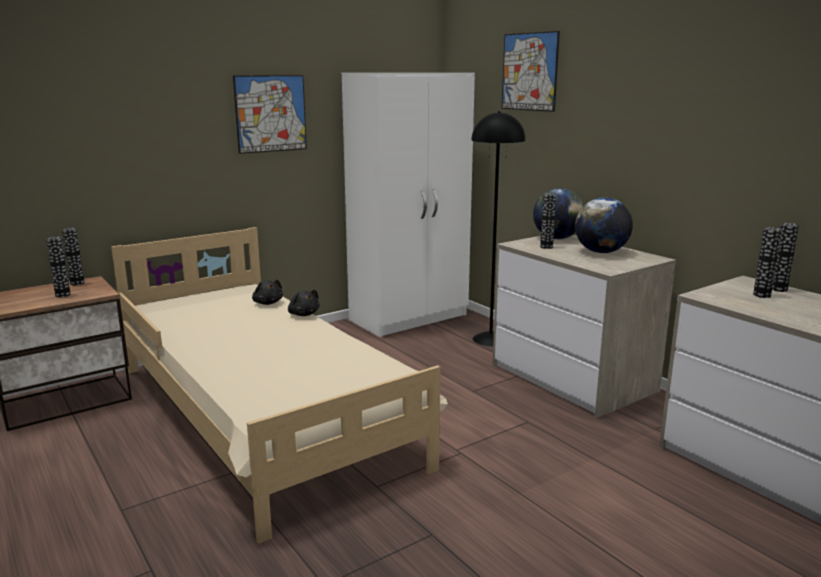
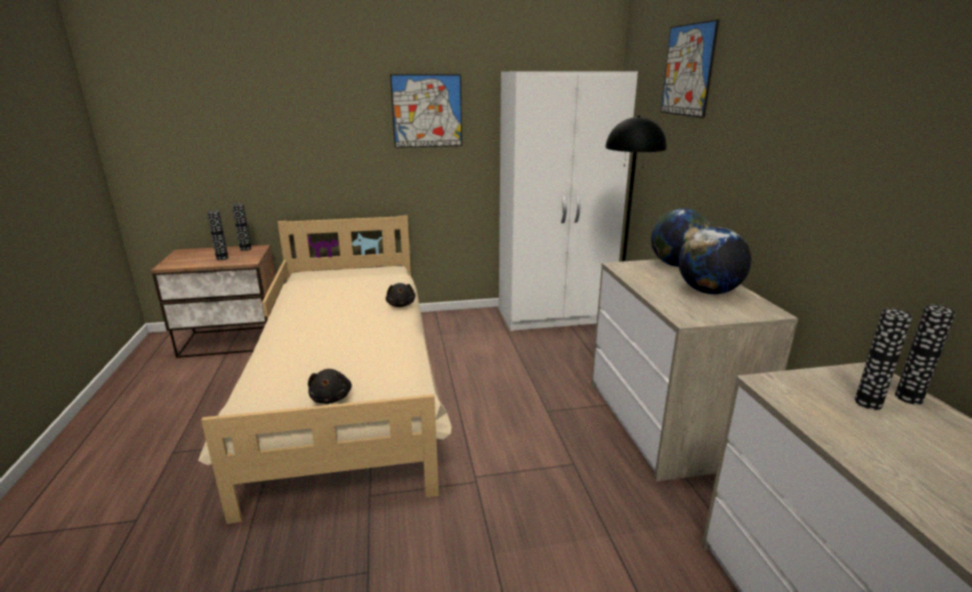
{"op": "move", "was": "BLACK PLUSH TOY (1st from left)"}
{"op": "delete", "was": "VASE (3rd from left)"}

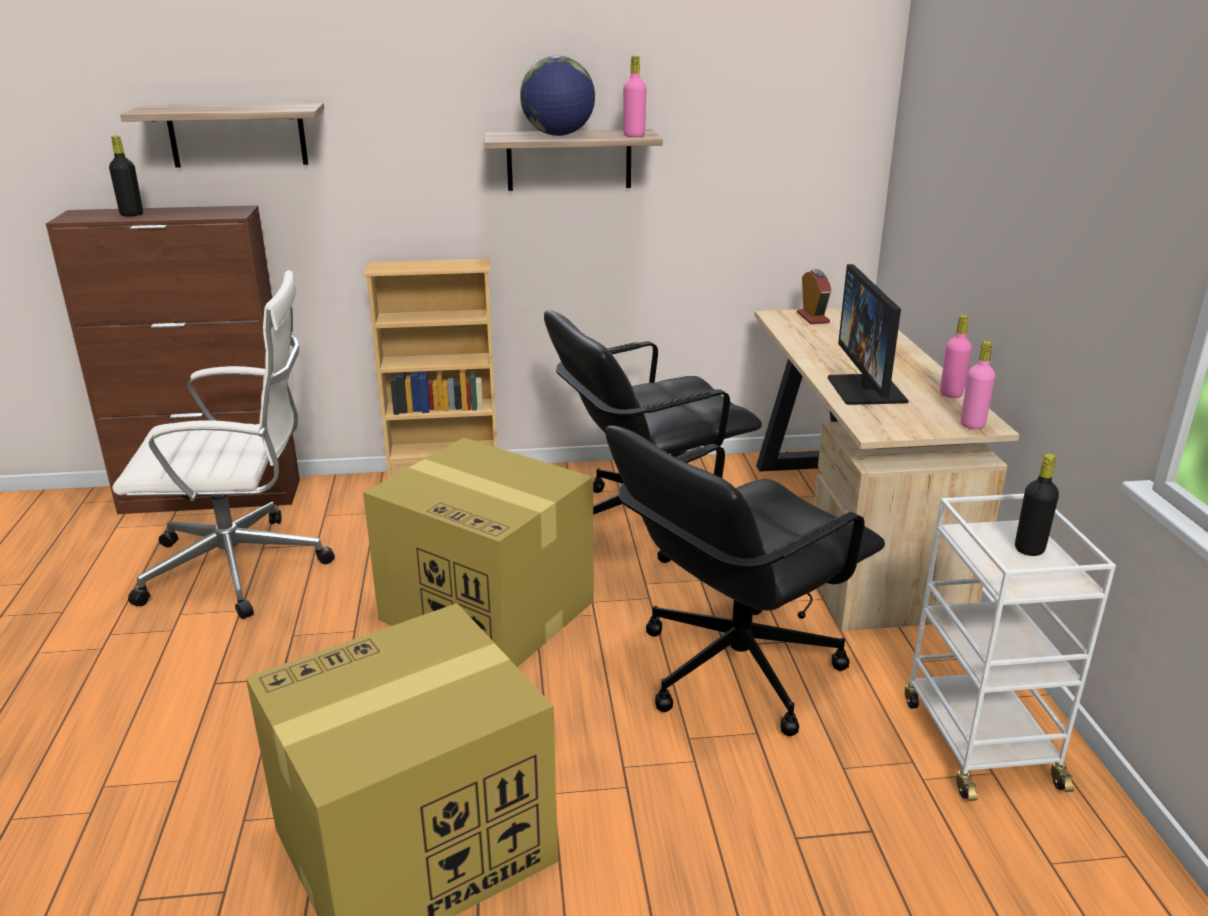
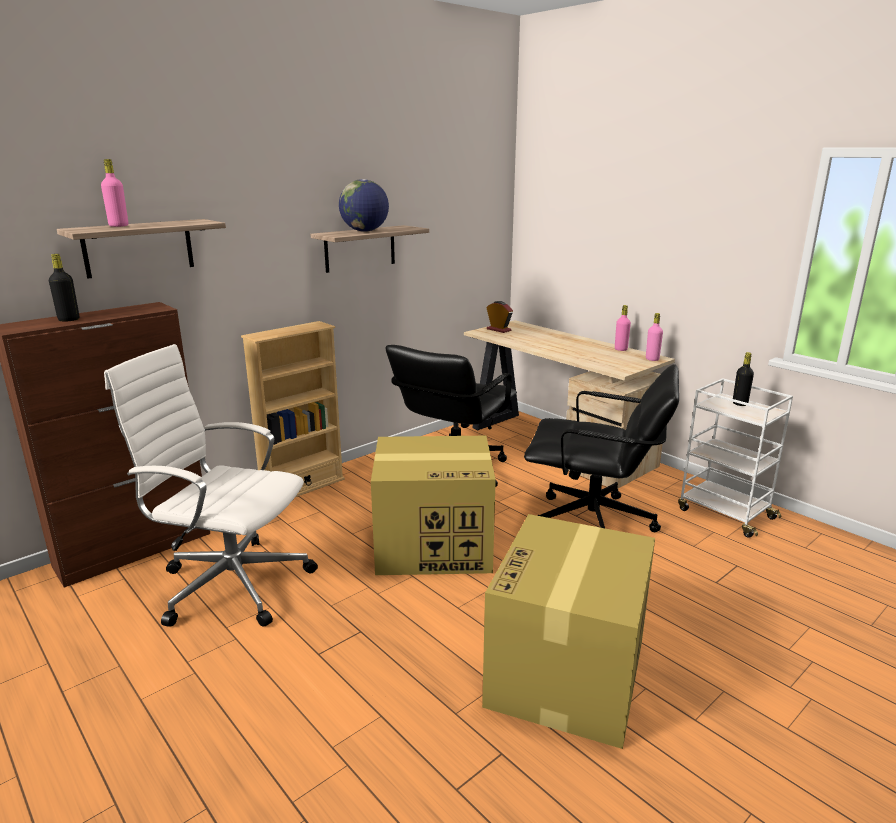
{"op": "rotate", "was": "WHITE OFFICE CHAIR", "clockwise": -120}
{"op": "rotate", "was": "BLACK OFFICE CHAIR (2nd from left)", "clockwise": -90}
{"op": "move", "was": "PINK BOTTLE (1st from left)"}
{"op": "delete", "was": "MONITOR"}

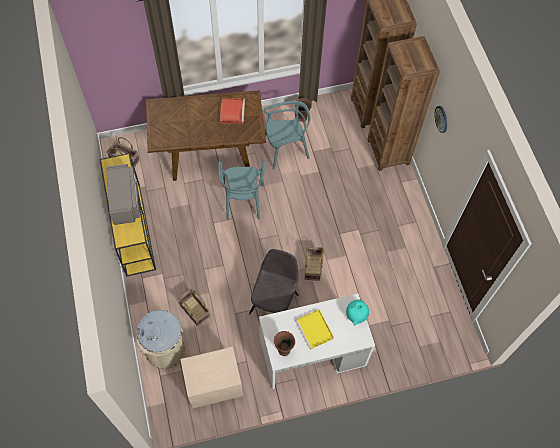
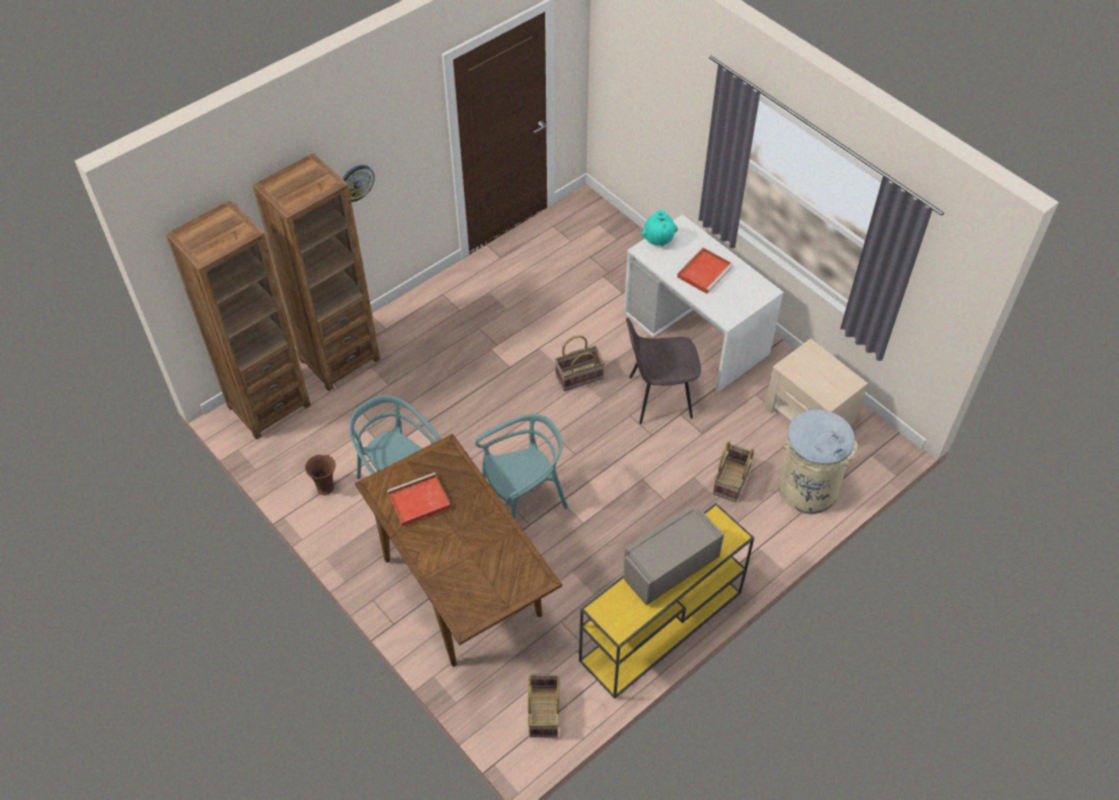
{"op": "delete", "was": "BROWN VASE (1st from left)"}
{"op": "recolor", "was": "YELLOW TRAY", "now": "RED TRAY (2nd from left)"}

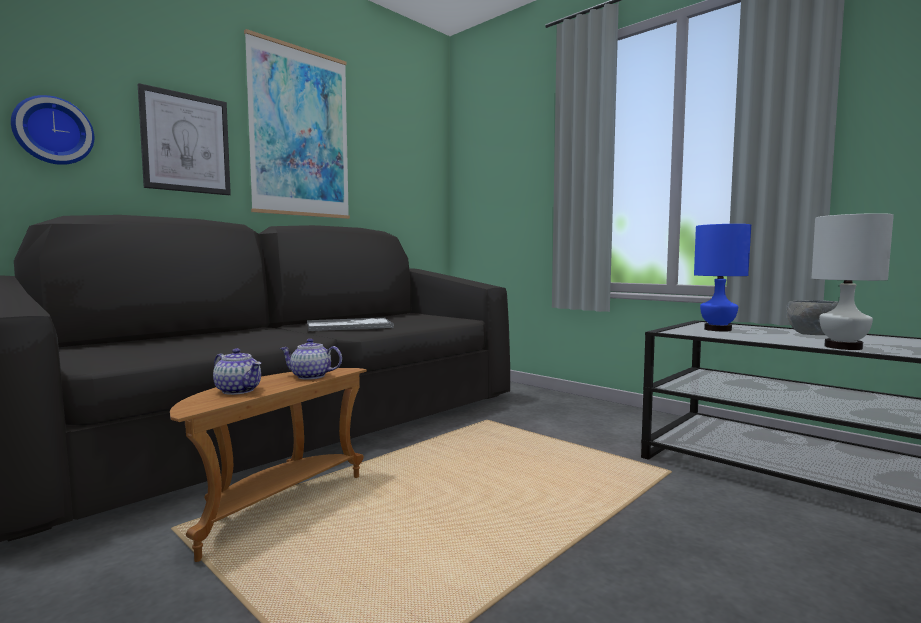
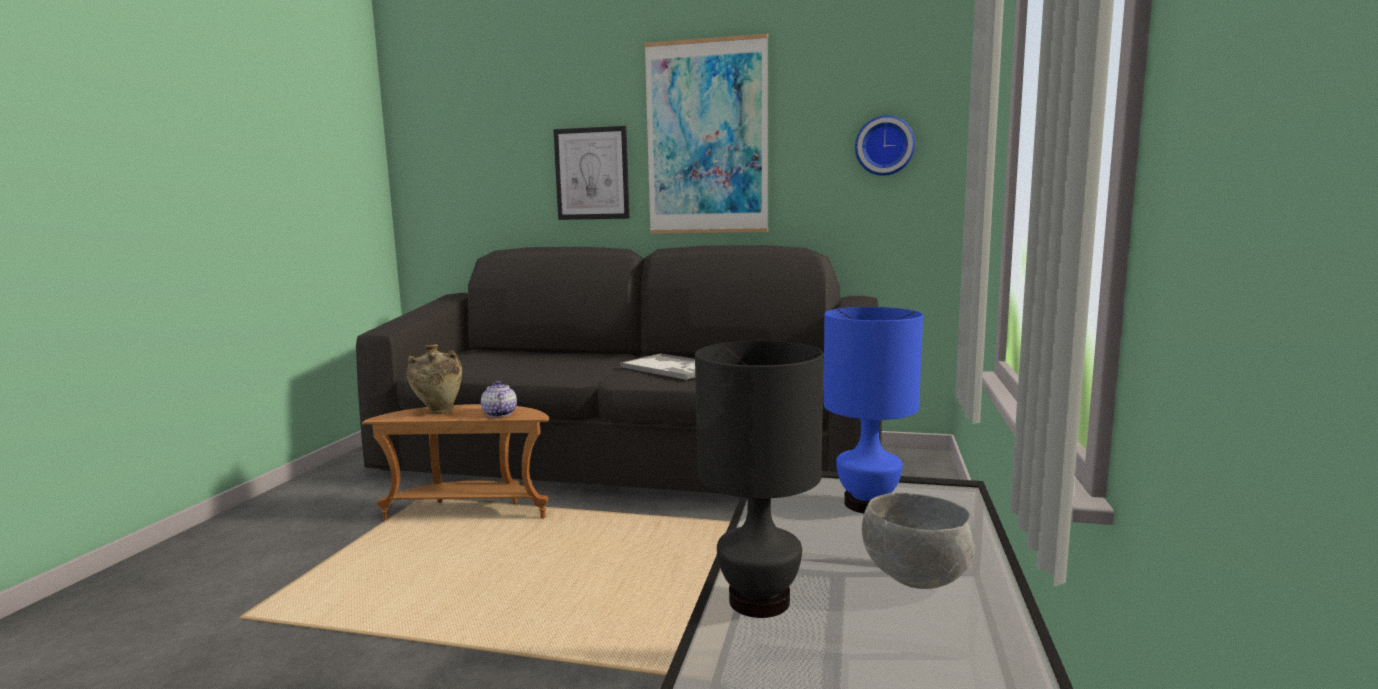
{"op": "move", "was": "WALL CLOCK"}
{"op": "replace", "was": "TEAPOT (1st from left)", "now": "BEIGE VASE"}
{"op": "recolor", "was": "WHITE TABLE LAMP", "now": "BLACK TABLE LAMP"}

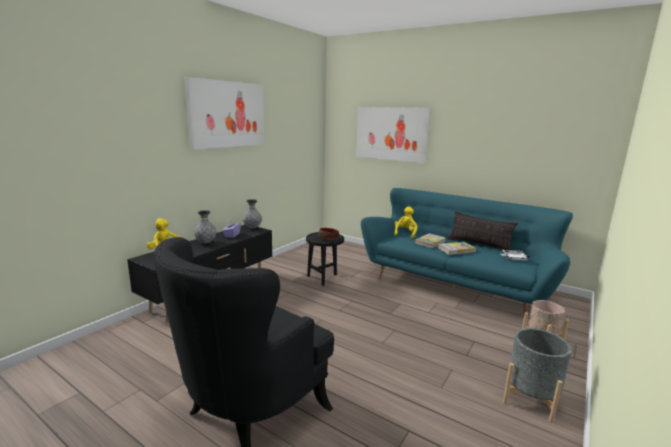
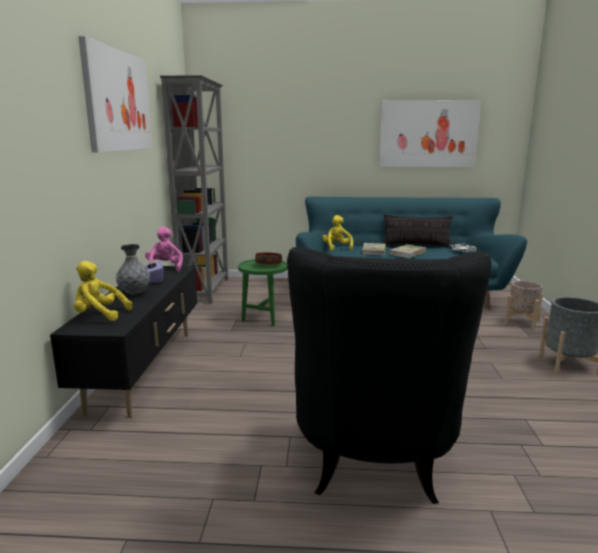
{"op": "replace", "was": "GREY VASE (2nd from left)", "now": "PINK PLUSH TOY"}
{"op": "recolor", "was": "BLACK SIDE TABLE", "now": "GREEN SIDE TABLE"}
{"op": "move", "was": "PICTURE (2nd from left)"}
{"op": "insert", "now": "GREY BOOKCASE"}

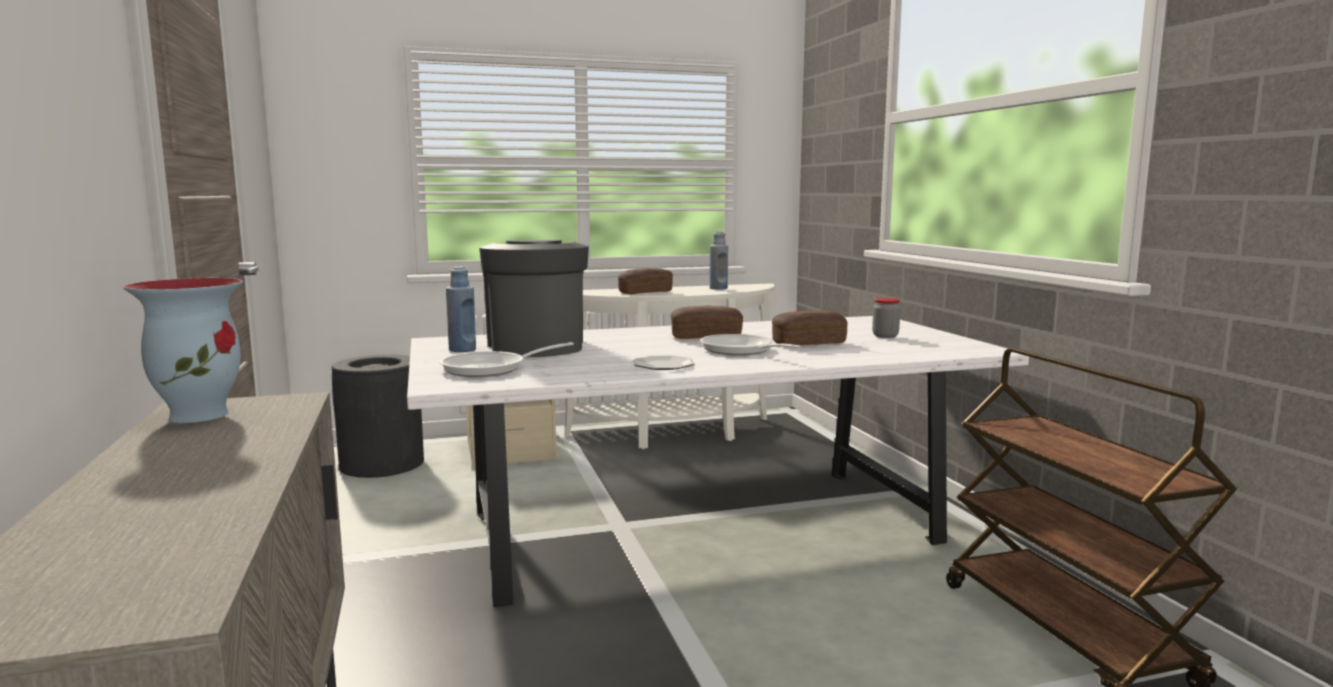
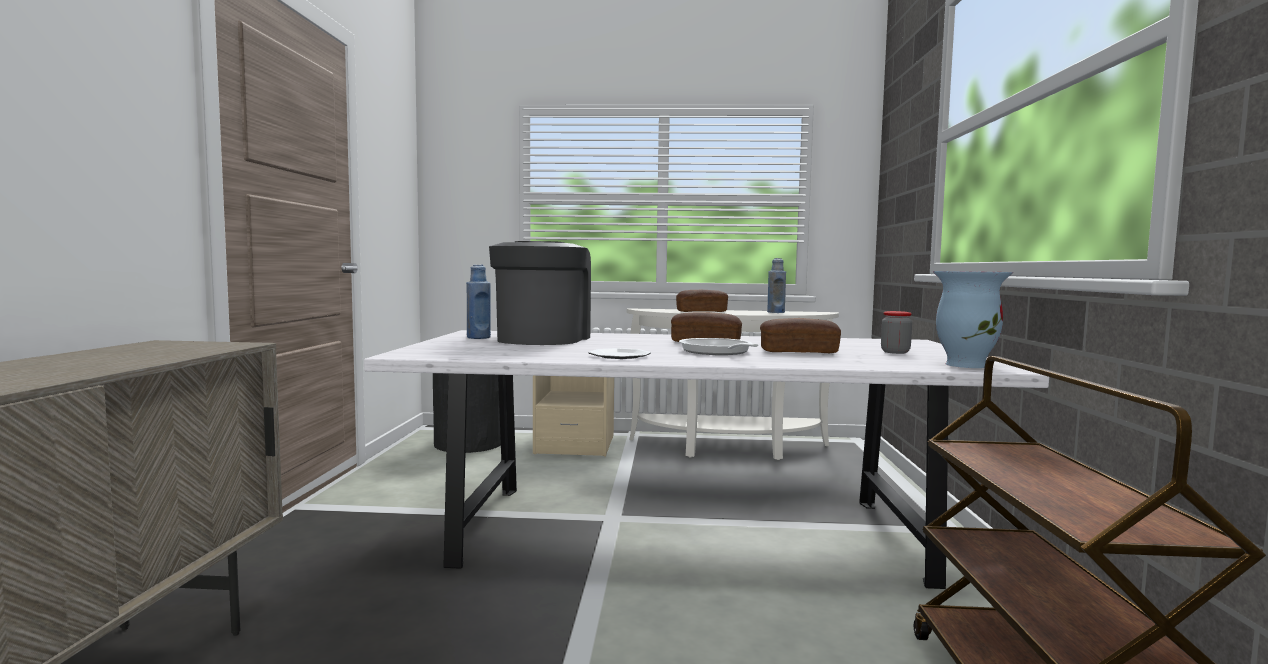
{"op": "move", "was": "VASE"}
{"op": "delete", "was": "FRYING PAN (1st from left)"}

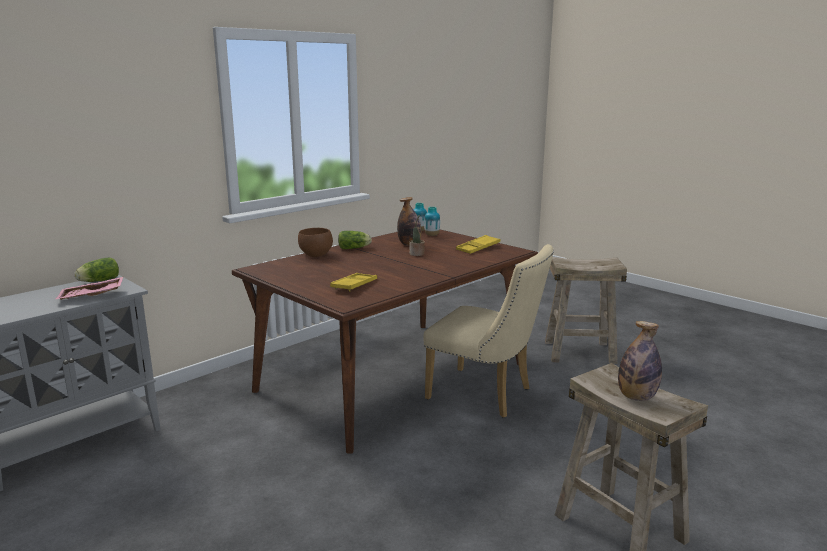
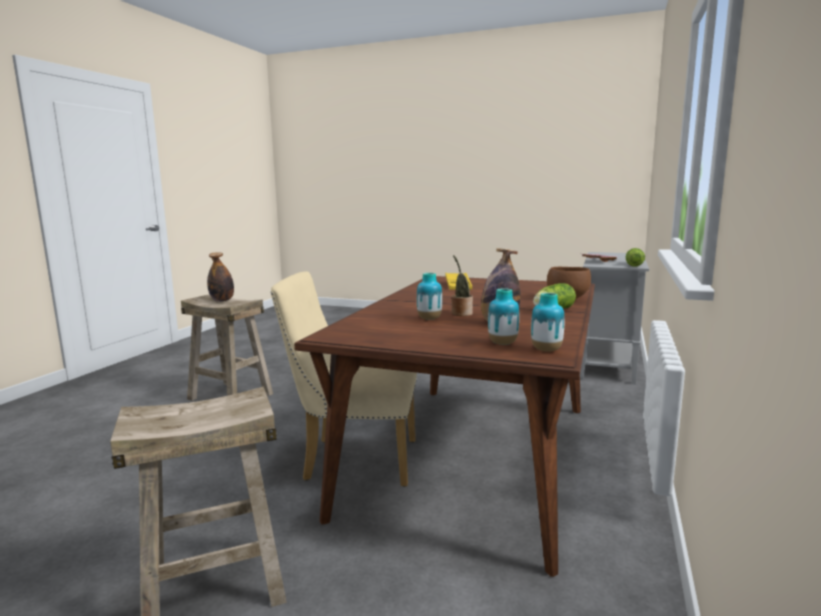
{"op": "delete", "was": "YELLOW TRAY (2nd from left)"}
{"op": "insert", "now": "VASE (1st from left)"}

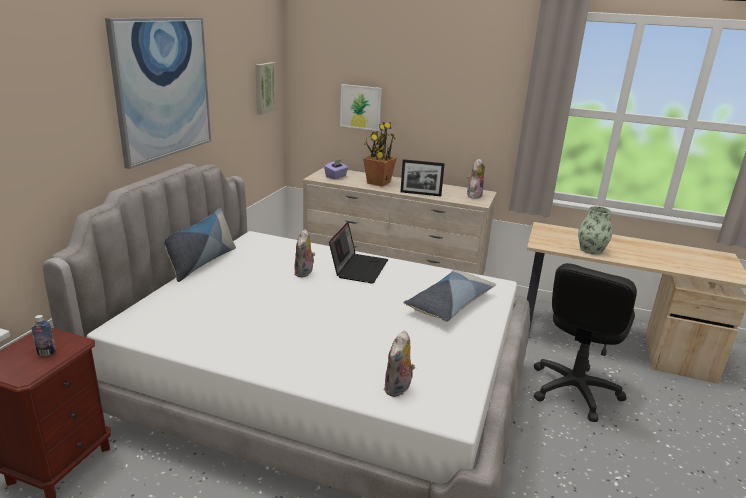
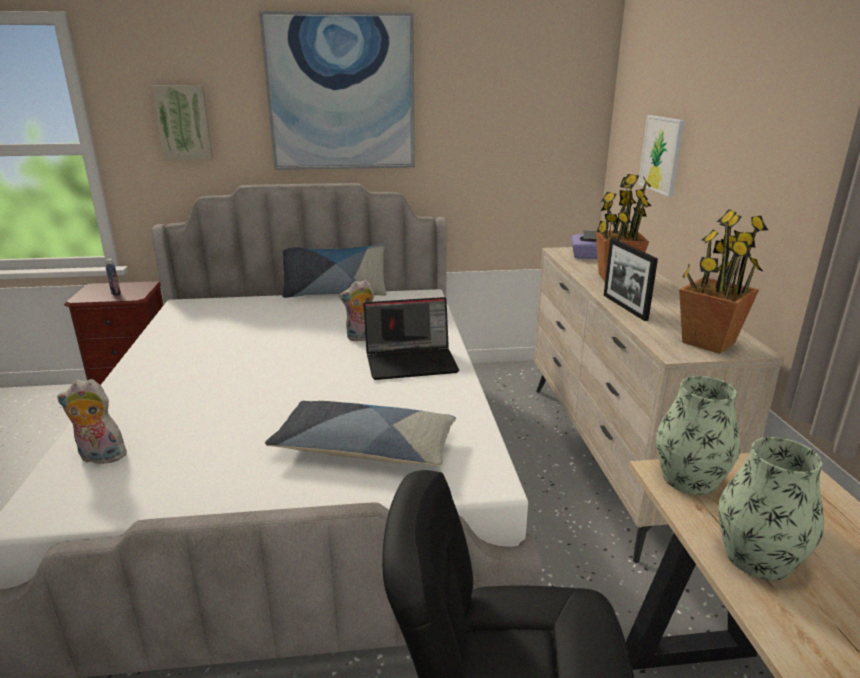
{"op": "move", "was": "PICTURE (2nd from left in the first image)", "now": "PICTURE (1st from left)"}
{"op": "replace", "was": "PLUSH TOY (3rd from left)", "now": "POTTED PLANT (2nd from left)"}
{"op": "insert", "now": "VASE (1st from left)"}

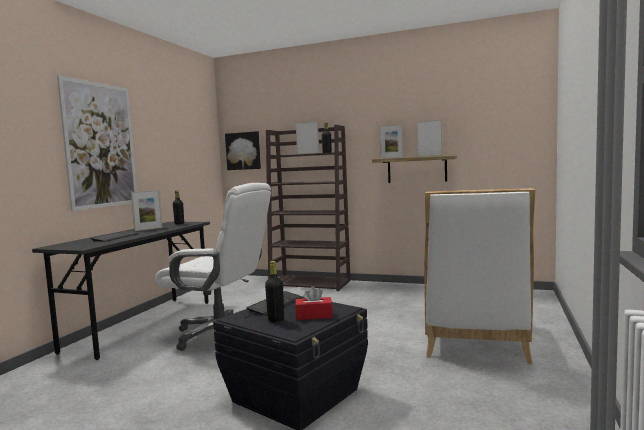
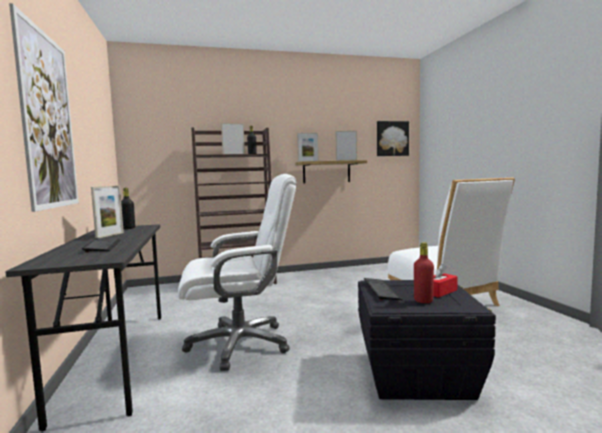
{"op": "move", "was": "PICTURE (2nd from left)"}
{"op": "recolor", "was": "BLACK BOTTLE (2nd from left)", "now": "RED BOTTLE"}

